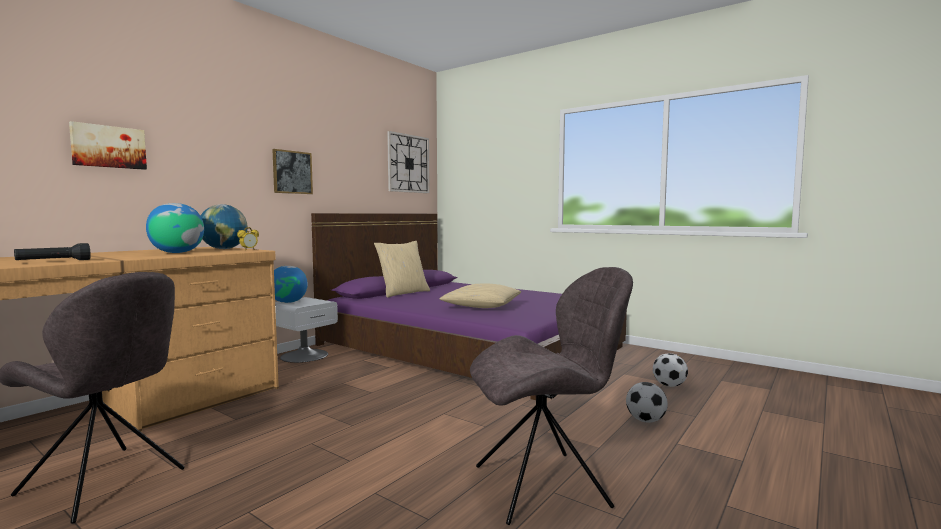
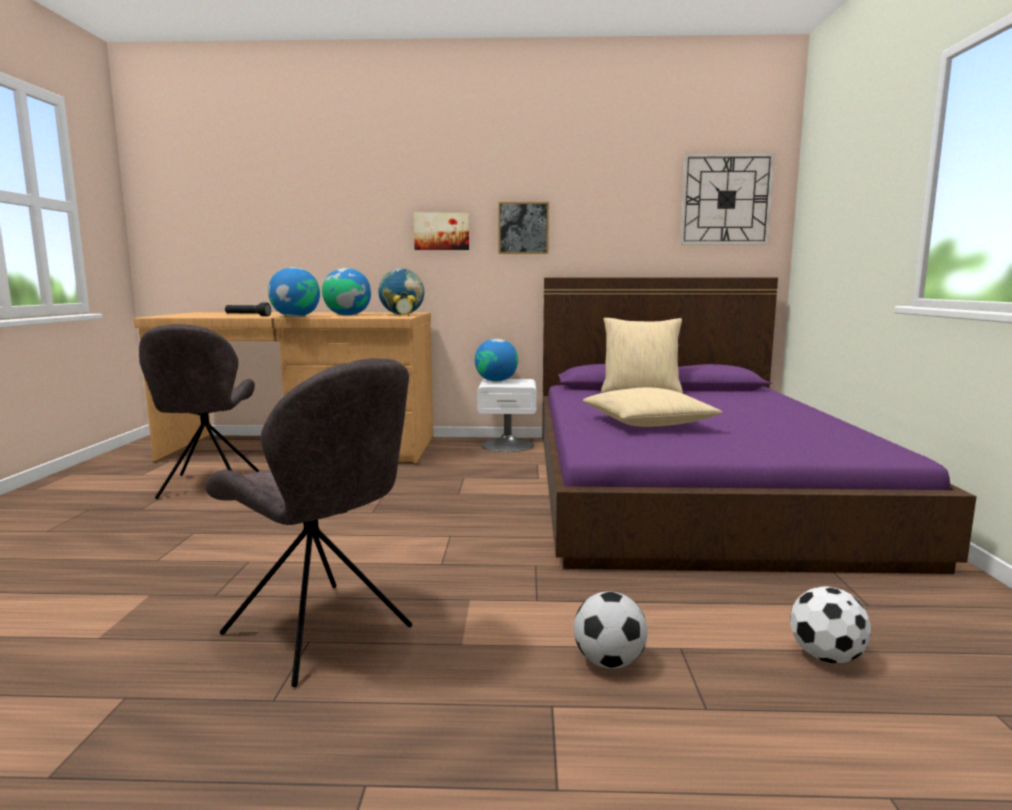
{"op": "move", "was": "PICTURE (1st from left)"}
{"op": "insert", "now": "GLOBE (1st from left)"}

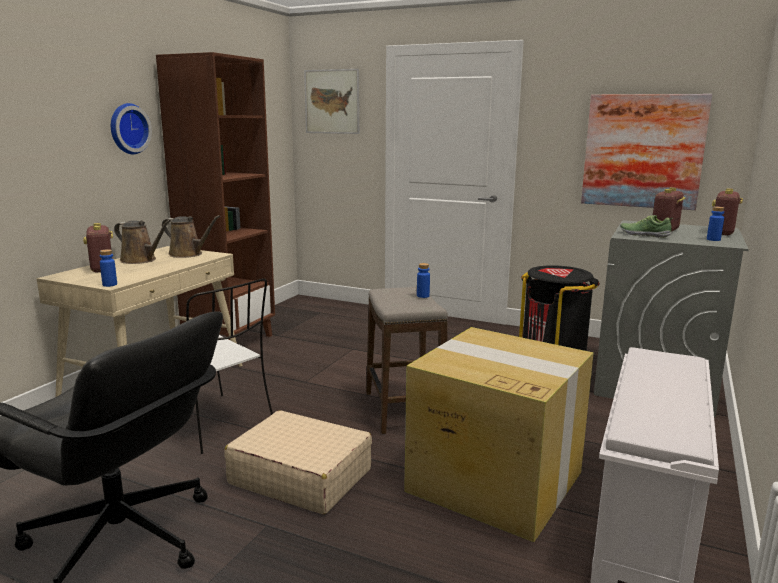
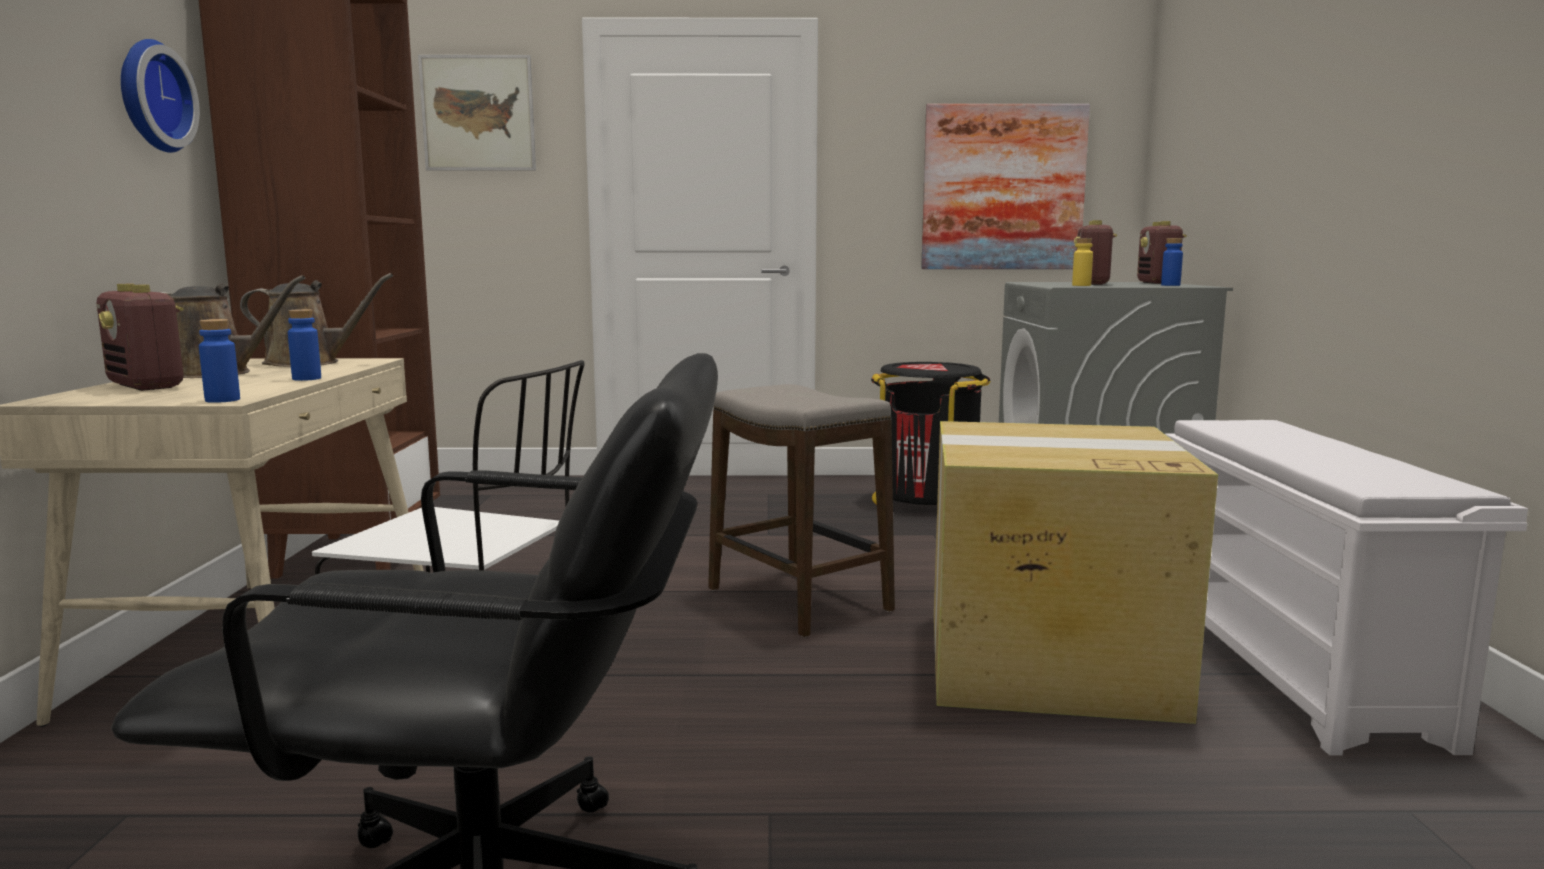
{"op": "delete", "was": "BEIGE SUITCASE"}
{"op": "move", "was": "BLUE BOTTLE (2nd from left)"}
{"op": "replace", "was": "SHOE", "now": "YELLOW BOTTLE"}

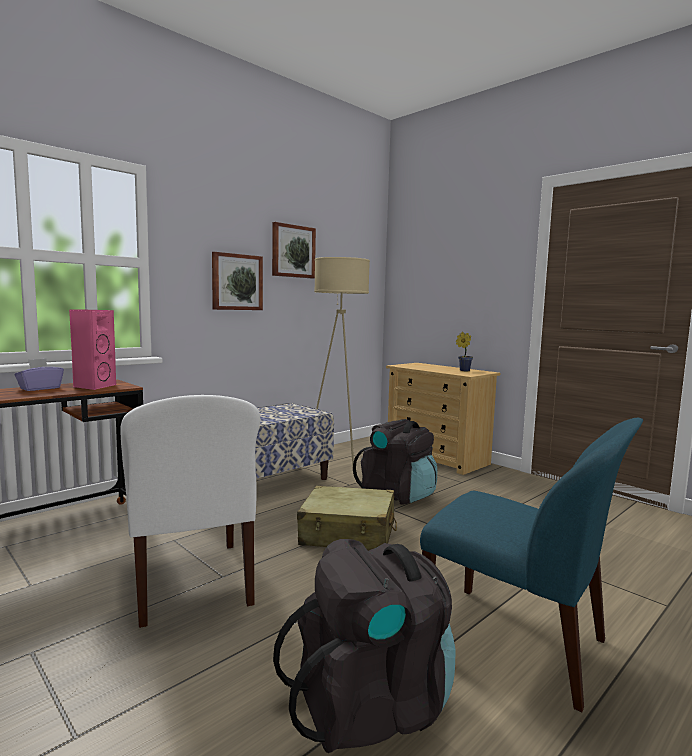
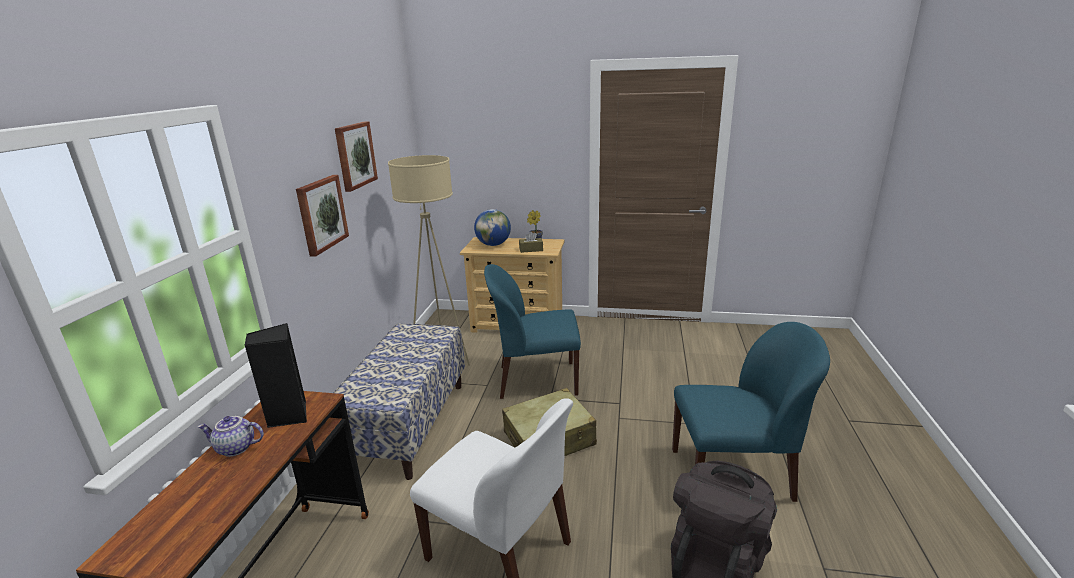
{"op": "replace", "was": "PURPLE TISSUE BOX", "now": "TEAPOT"}
{"op": "recolor", "was": "PINK SPEAKER", "now": "BLACK SPEAKER"}
{"op": "replace", "was": "BLACK BACKPACK (2nd from left)", "now": "BLUE CHAIR (1st from left)"}
{"op": "insert", "now": "GLOBE"}
{"op": "insert", "now": "BROWN TISSUE BOX"}

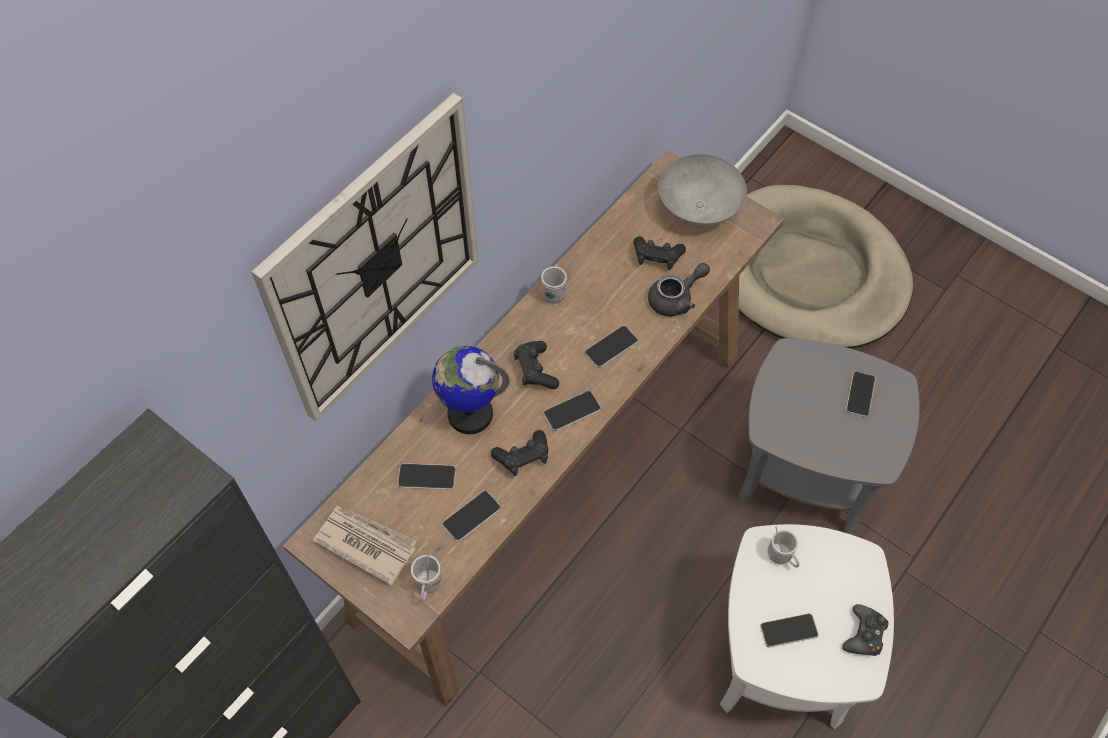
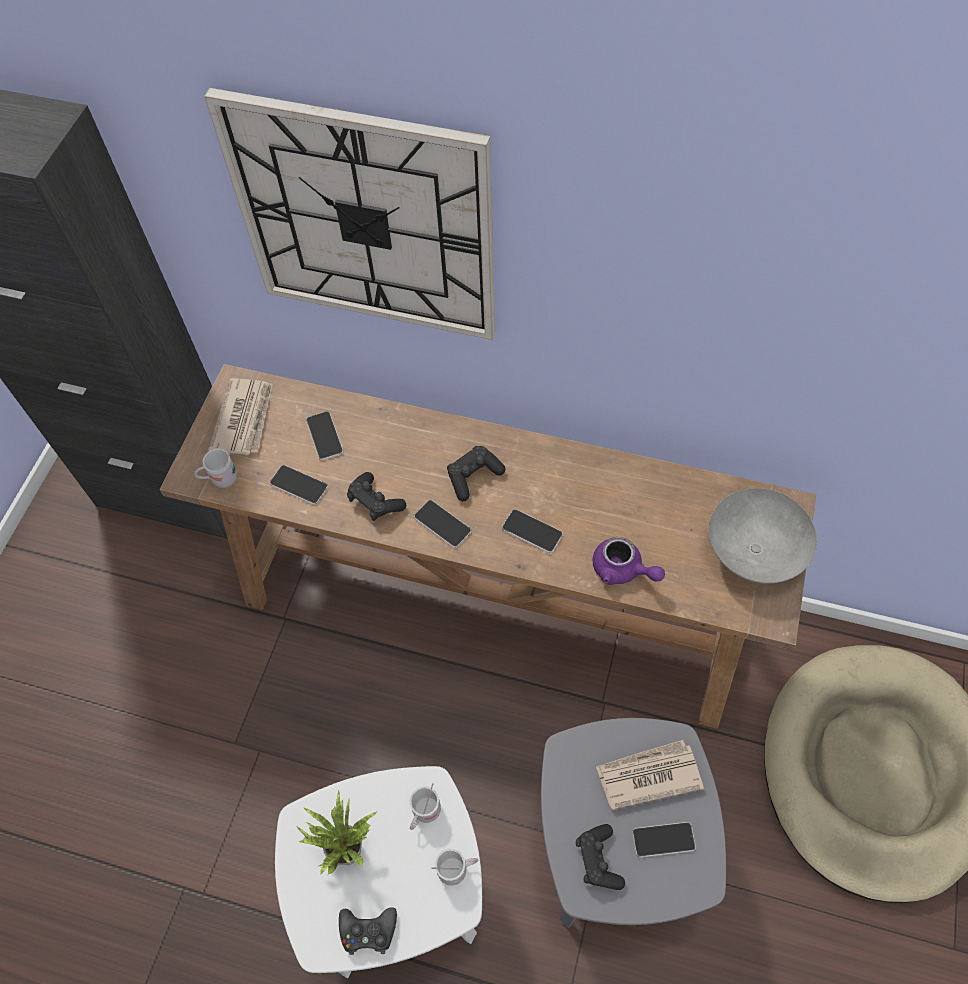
{"op": "delete", "was": "GLOBE"}
{"op": "move", "was": "WHITE MUG (2nd from left in the first image)", "now": "WHITE MUG (3rd from left)"}
{"op": "move", "was": "BLACK GAME CONTROLLER (3rd from left in the first image)", "now": "BLACK GAME CONTROLLER (4th from left)"}
{"op": "recolor", "was": "GREY TEAPOT", "now": "PURPLE TEAPOT"}
{"op": "replace", "was": "PHONE (5th from left)", "now": "POTTED PLANT"}
{"op": "insert", "now": "NEWSPAPER (2nd from left)"}

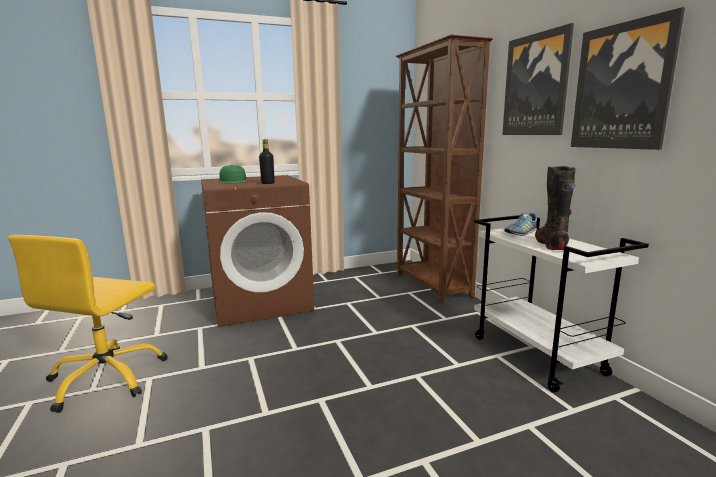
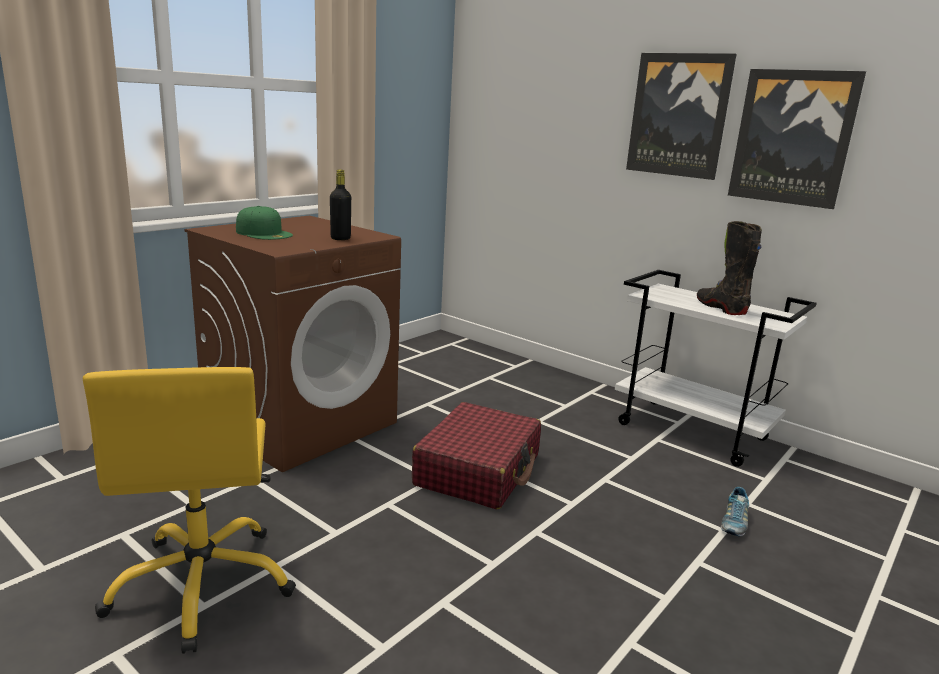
{"op": "delete", "was": "BROWN BOOKCASE"}
{"op": "move", "was": "SHOE"}
{"op": "insert", "now": "RED SUITCASE"}

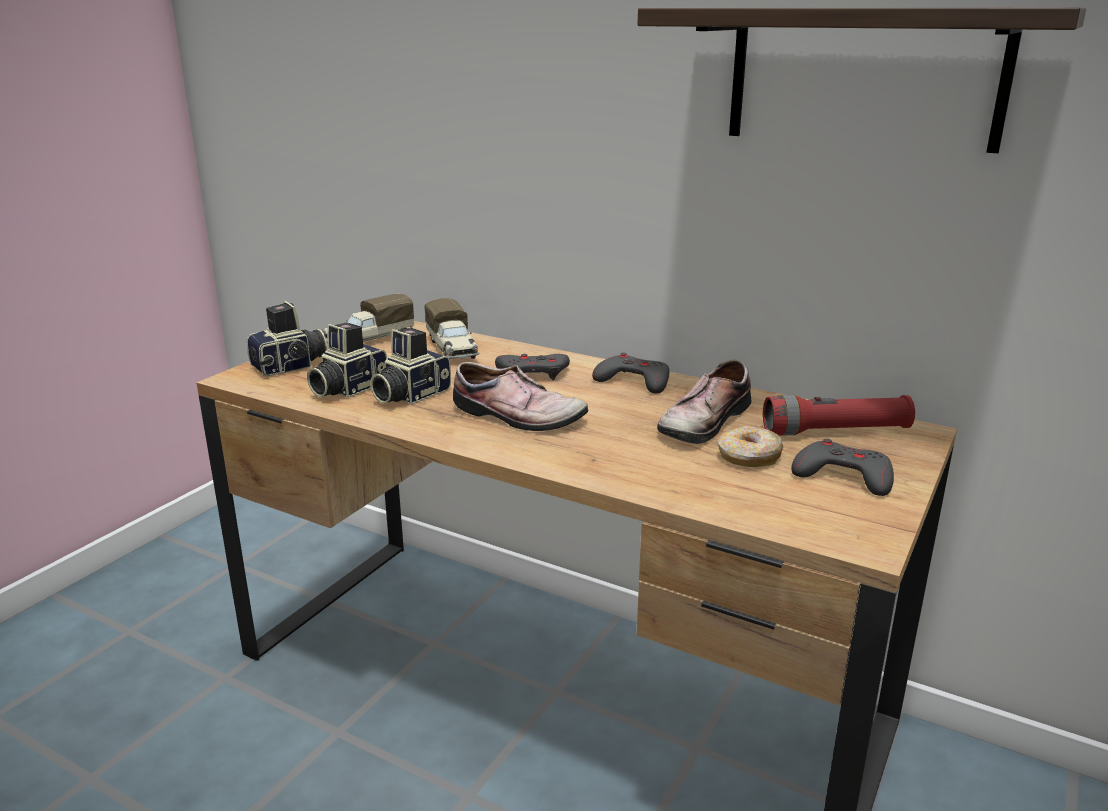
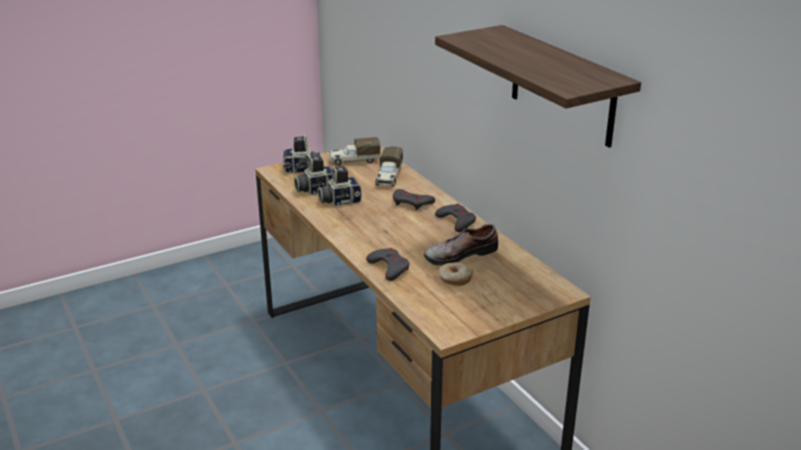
{"op": "delete", "was": "SHOE (1st from left)"}
{"op": "delete", "was": "RED FLASHLIGHT"}
{"op": "move", "was": "GREY GAME CONTROLLER (3rd from left in the first image)", "now": "GREY GAME CONTROLLER (1st from left)"}

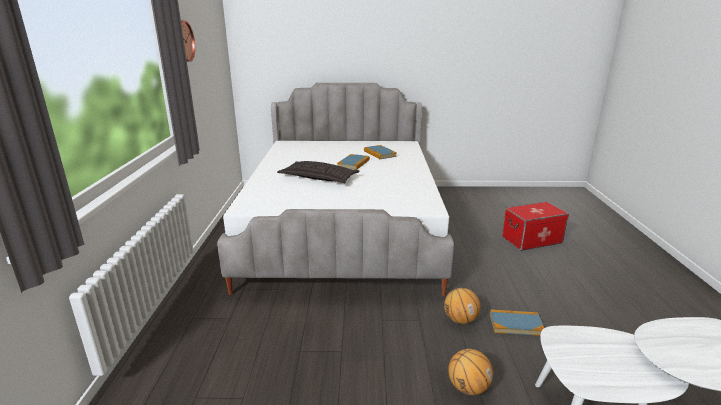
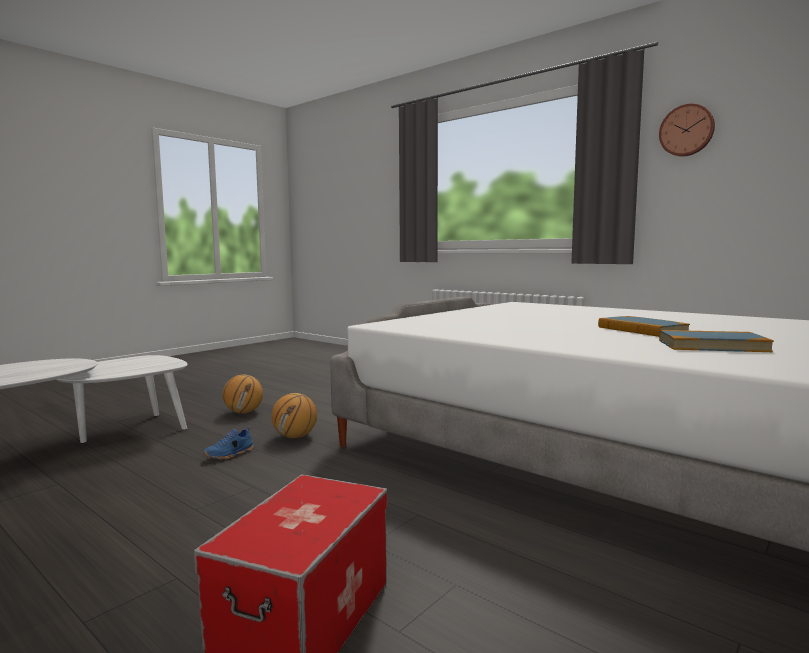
{"op": "delete", "was": "PILLOW"}
{"op": "replace", "was": "BOOK (3rd from left)", "now": "BLUE SHOE"}

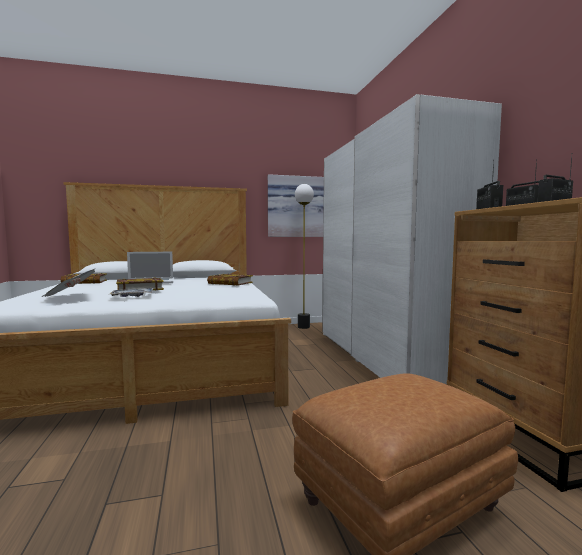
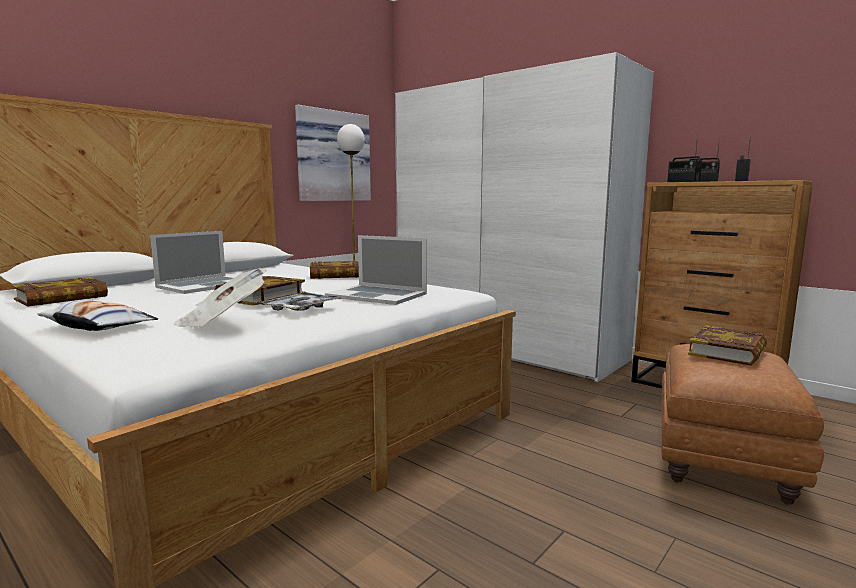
{"op": "insert", "now": "PILLOW"}
{"op": "insert", "now": "LAPTOP (2nd from left)"}
{"op": "insert", "now": "BOOK (4th from left)"}

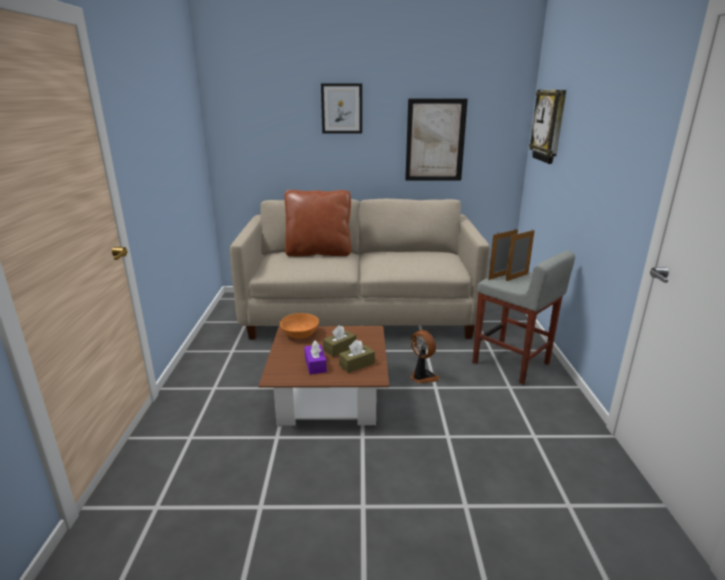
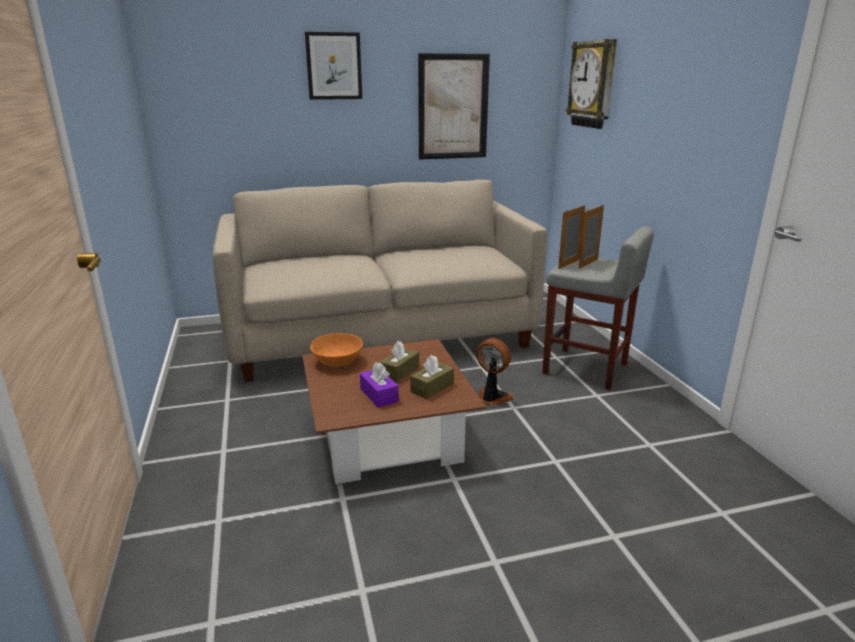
{"op": "delete", "was": "BROWN PILLOW"}

